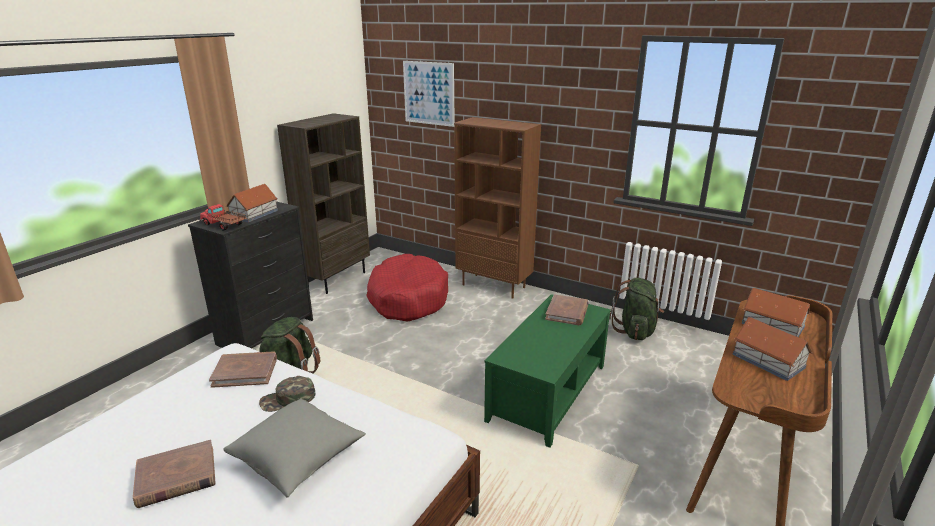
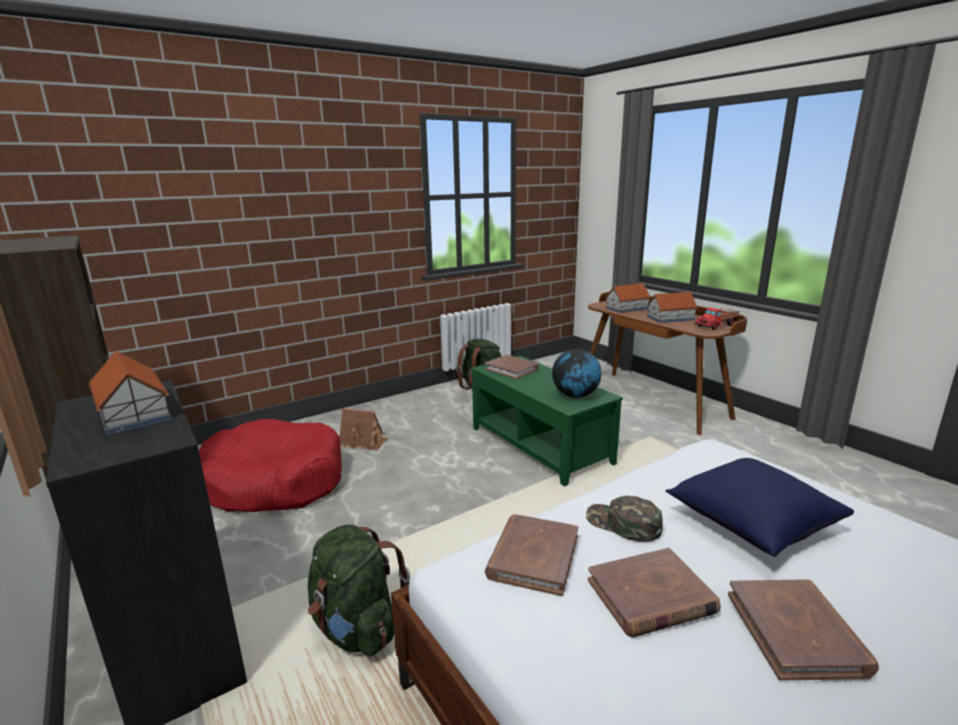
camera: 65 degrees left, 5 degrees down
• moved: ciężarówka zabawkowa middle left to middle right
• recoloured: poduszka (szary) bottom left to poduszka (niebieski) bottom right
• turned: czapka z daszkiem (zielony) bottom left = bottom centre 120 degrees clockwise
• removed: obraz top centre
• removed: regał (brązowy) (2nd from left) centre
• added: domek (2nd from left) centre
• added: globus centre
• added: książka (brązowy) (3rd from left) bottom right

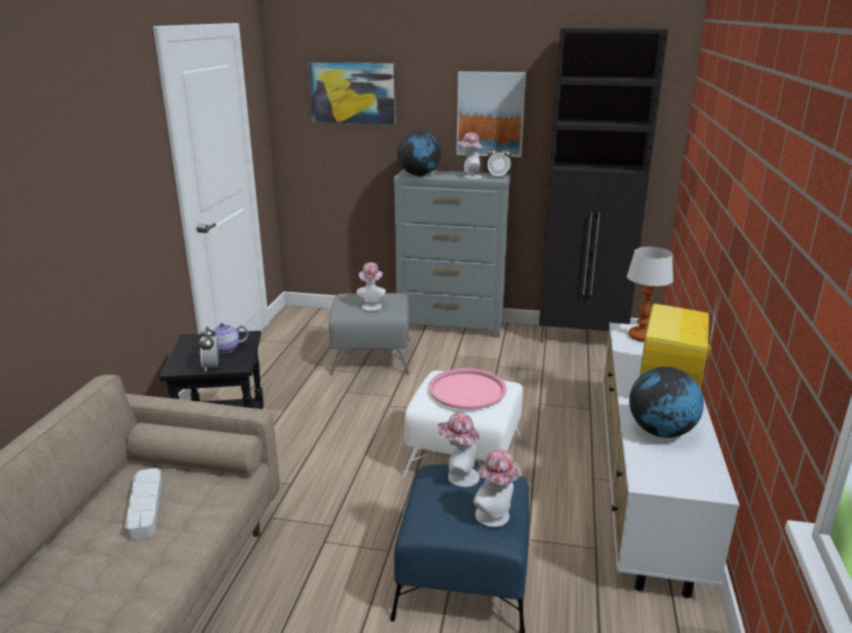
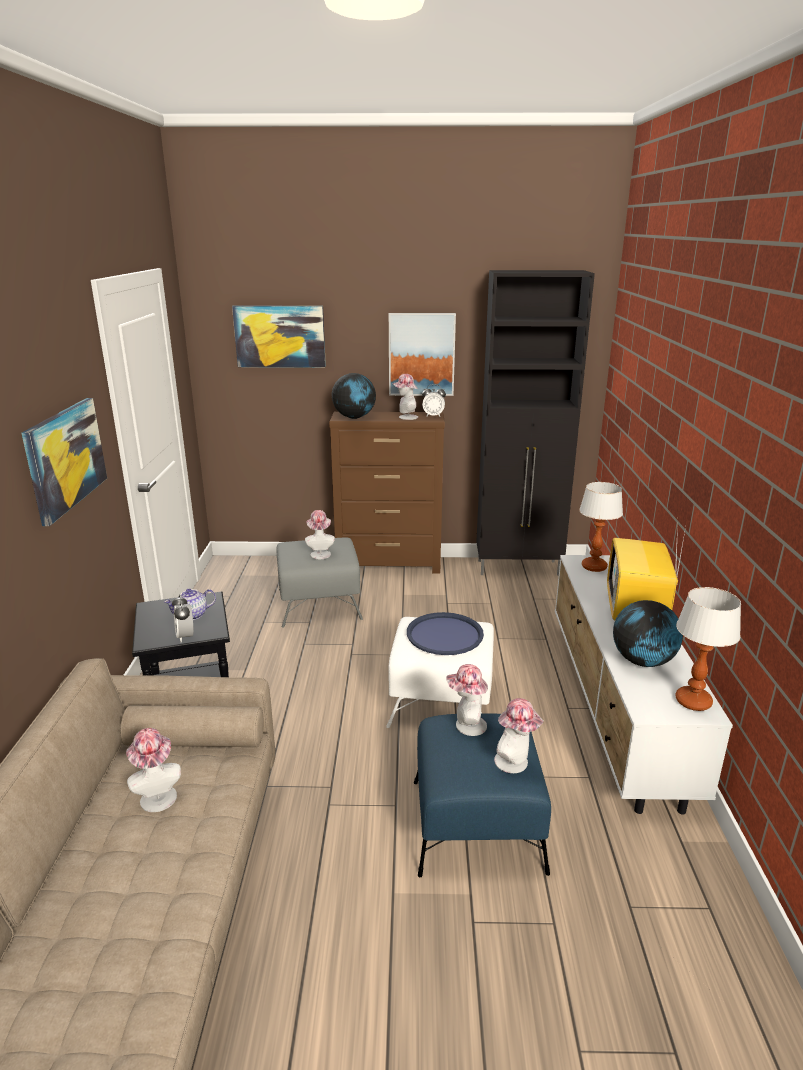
camera: 10 degrees left, 0 degrees up
• replaced: taca (szary) bottom left to kapelusz (1st from left) bottom left
• recoloured: komoda (szary) centre to komoda (brązowy) centre
• recoloured: taca (różowy) centre to taca (niebieski) centre
• added: obraz (1st from left) middle left
• added: lampa stołowa (2nd from left) middle right

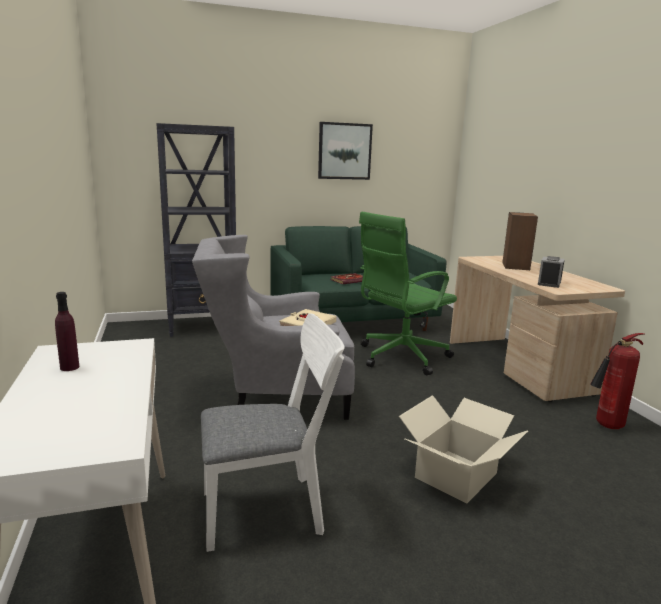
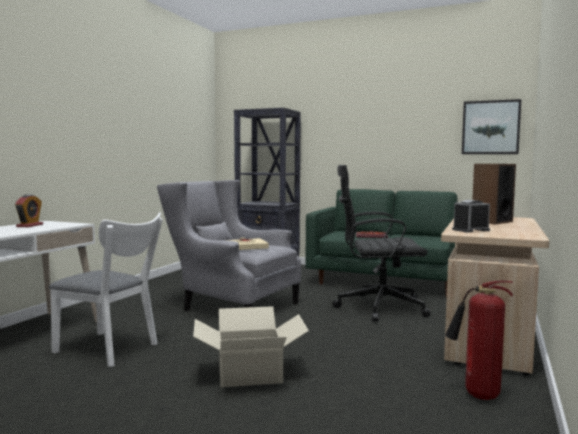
camera: 40 degrees right, 10 degrees down
• replaced: butelka (fioletowy) middle left to budzik (1st from left) middle left
• moved: obraz top centre to top right
• recoloured: krzesło biurowe (zielony) centre to krzesło biurowe (czarny) centre

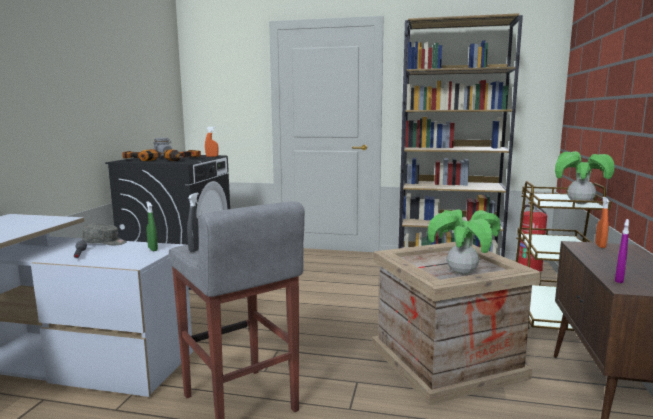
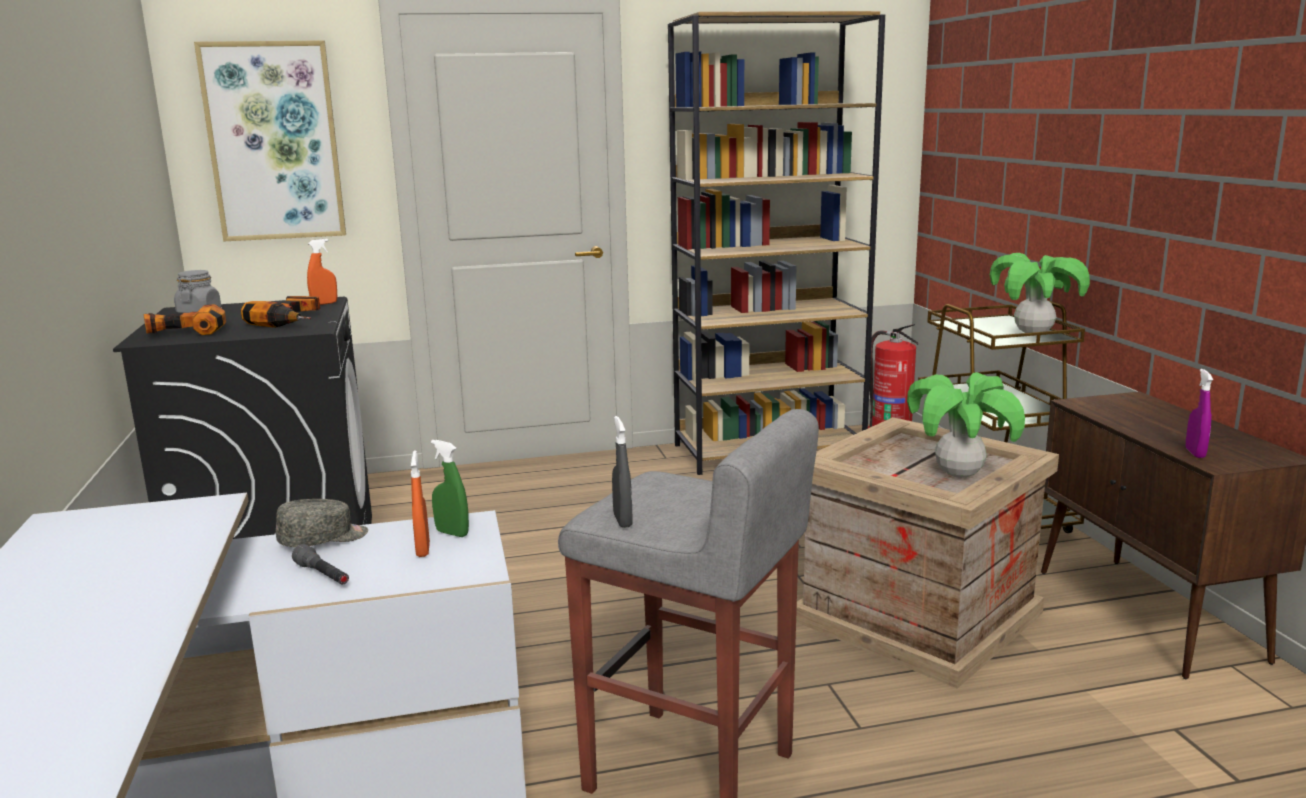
camera: 25 degrees left, 5 degrees up
• moved: spryskiwacz (pomarańczowy) (2nd from left) middle right to middle left
• added: obraz top left

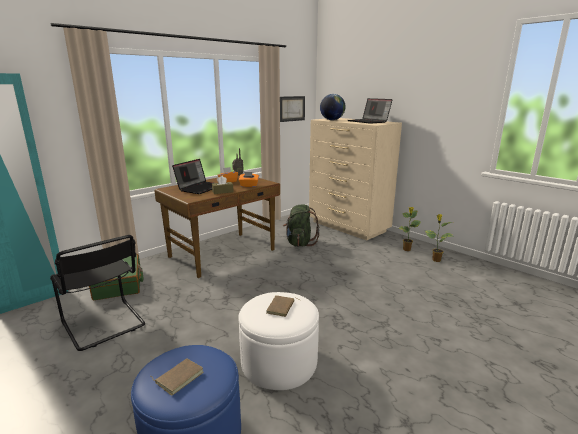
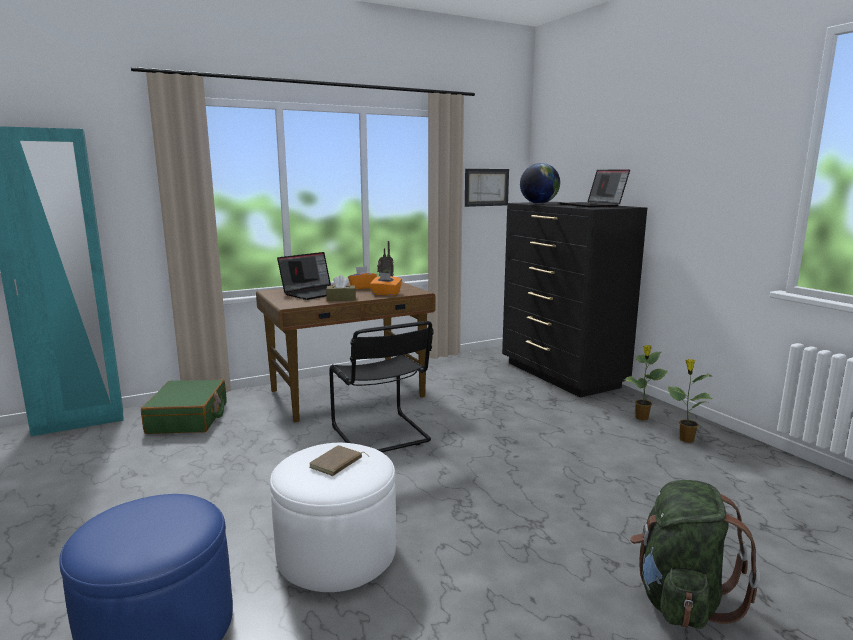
camera: 15 degrees right, 5 degrees down
• moved: krzesło (czarny) bottom left to centre
• removed: książka (brązowy) (1st from left) bottom left
• moved: plecak (zielony) centre to bottom right
• recoloured: komoda (beżowy) centre to komoda (czarny) middle right

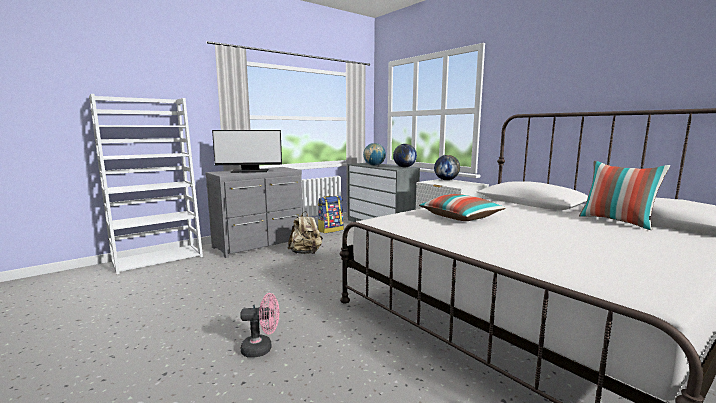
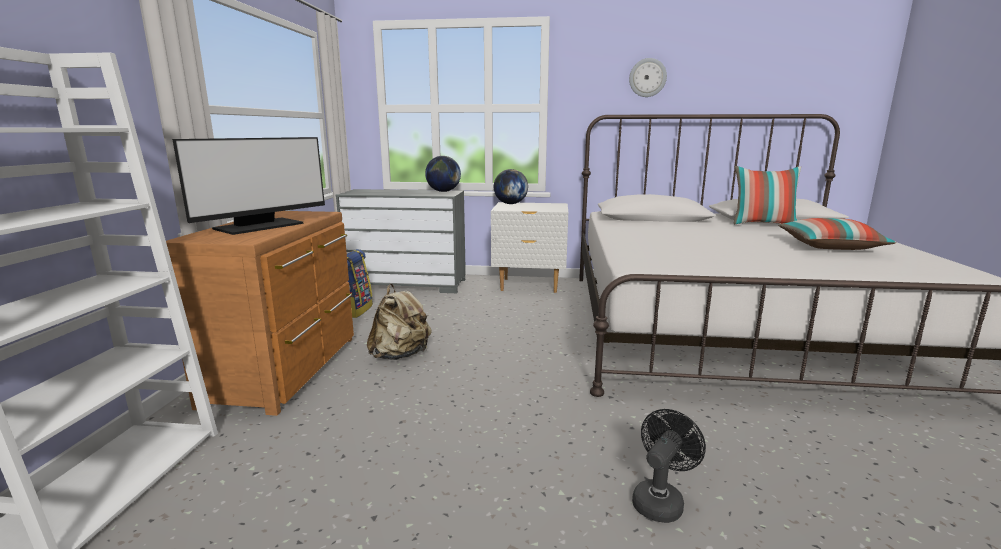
camera: 45 degrees left, 5 degrees up
• recoloured: komoda (szary) (1st from left) centre to komoda (brązowy) middle left
• recoloured: wentylator (różowy) bottom centre to wentylator (czarny) bottom right
• removed: globus (1st from left) centre
• moved: poduszka (1st from left in the first image) centre to poduszka (2nd from left) middle right
• added: zegar ścienny top centre

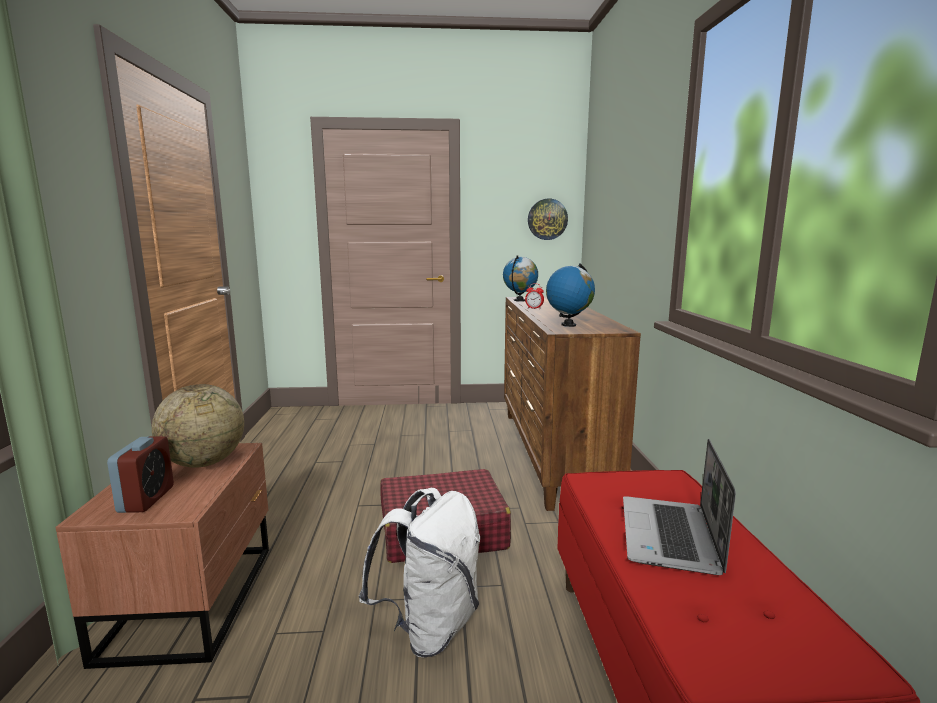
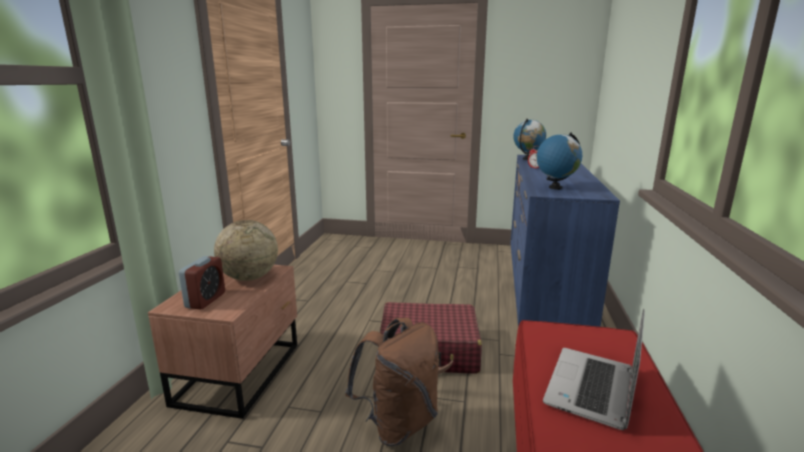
camera: 15 degrees right, 5 degrees up
• recoloured: plecak (biały) bottom centre to plecak (brązowy) bottom centre
• recoloured: komoda (brązowy) centre to komoda (niebieski) middle right
• removed: zegar ścienny top centre

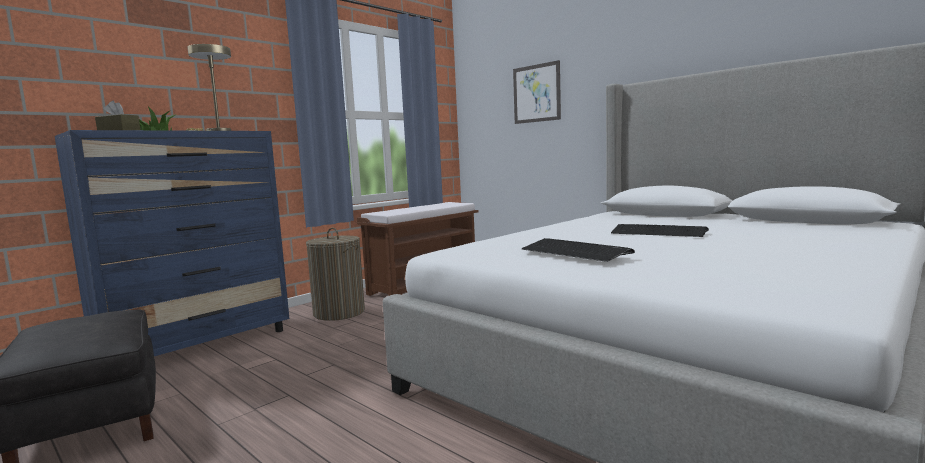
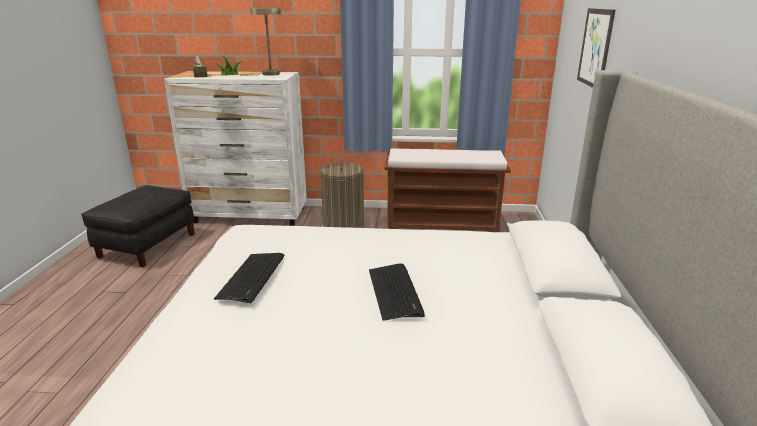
camera: 50 degrees right, 15 degrees up
• recoloured: komoda (niebieski) middle left to komoda (biały) middle left

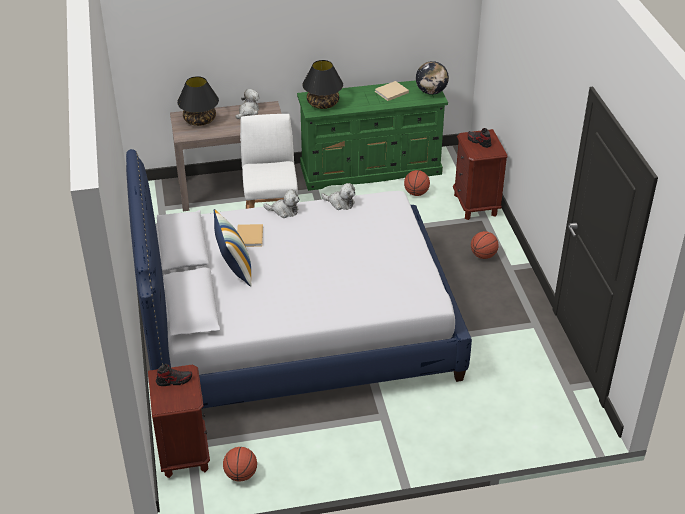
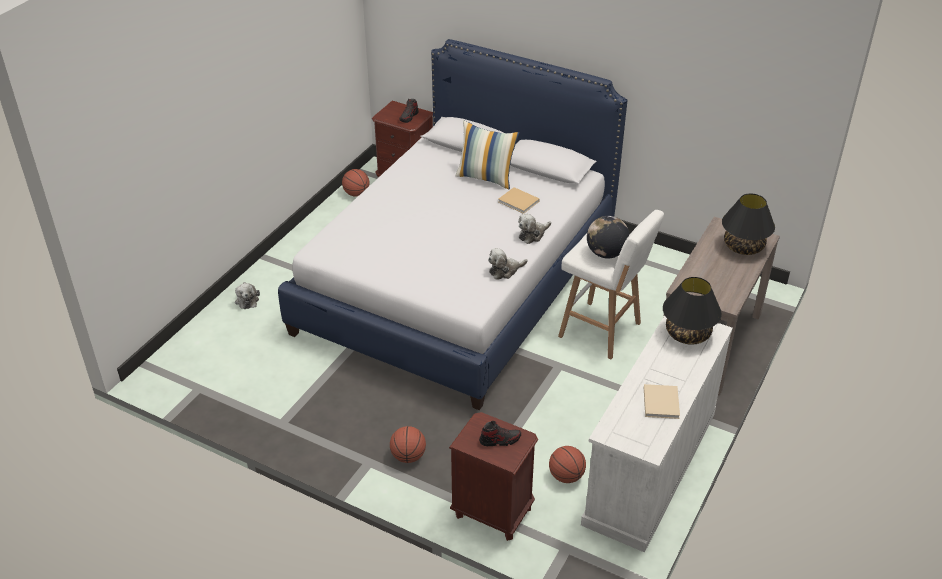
camera: 130 degrees right, 0 degrees up
• moved: pluszak (1st from left) top centre to middle left
• recoloured: komoda (zielony) top centre to komoda (biały) bottom right
• moved: globus top centre to centre

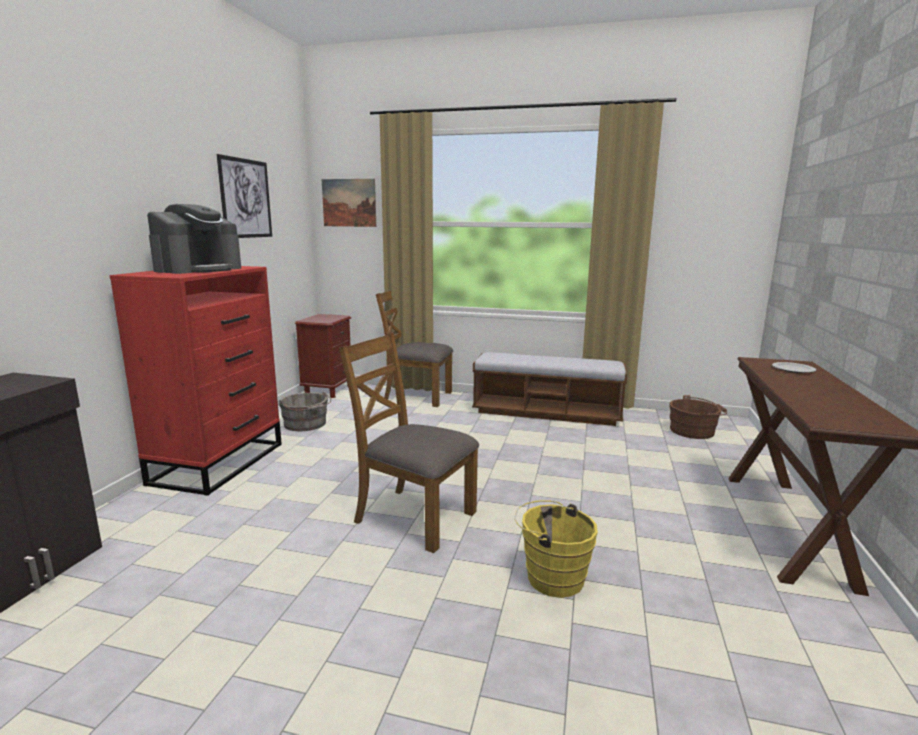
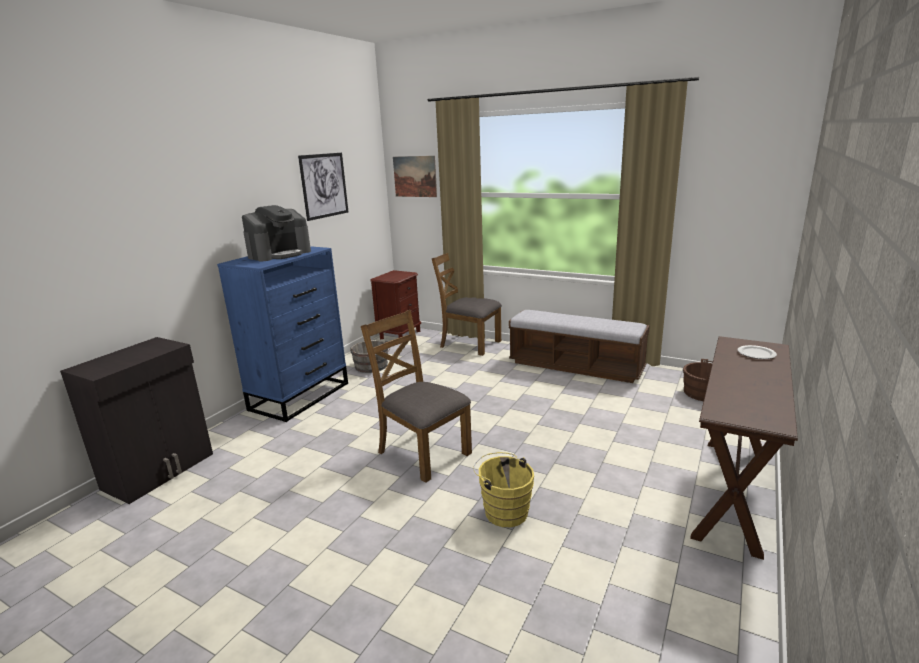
camera: 15 degrees right, 5 degrees up
• recoloured: komoda (czerwony) middle left to komoda (niebieski) middle left

